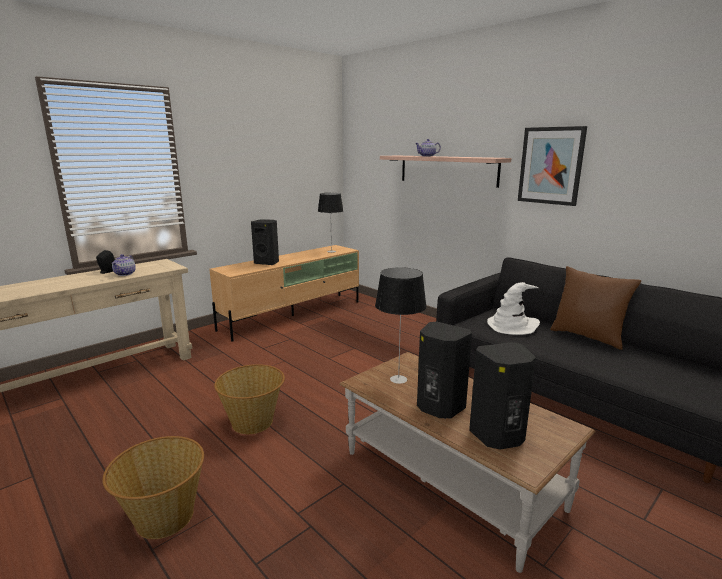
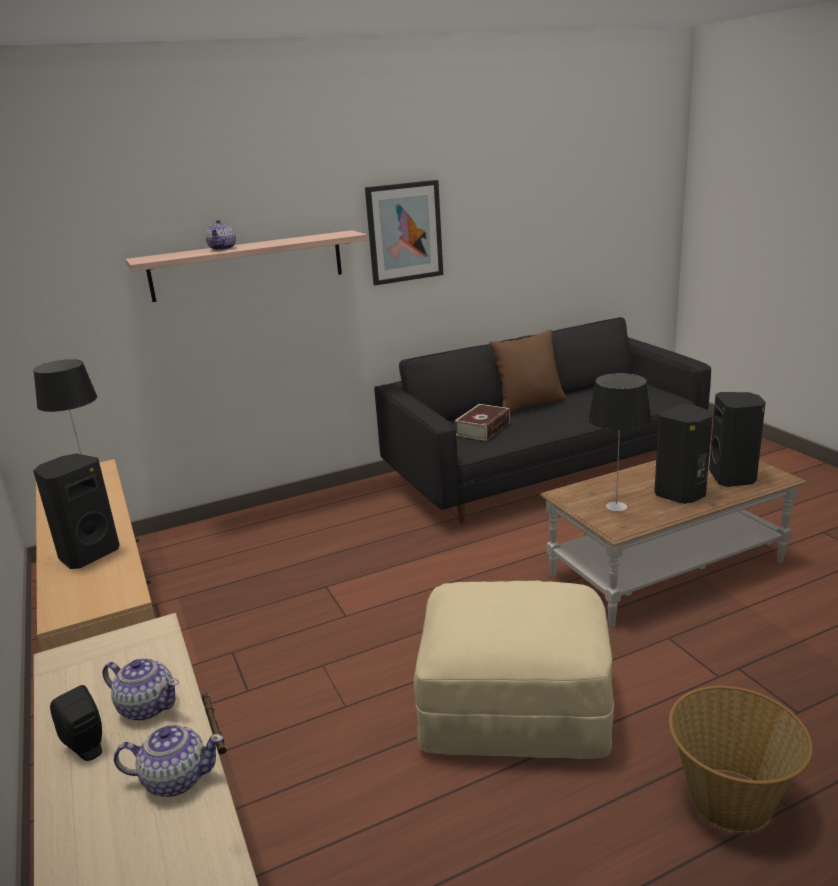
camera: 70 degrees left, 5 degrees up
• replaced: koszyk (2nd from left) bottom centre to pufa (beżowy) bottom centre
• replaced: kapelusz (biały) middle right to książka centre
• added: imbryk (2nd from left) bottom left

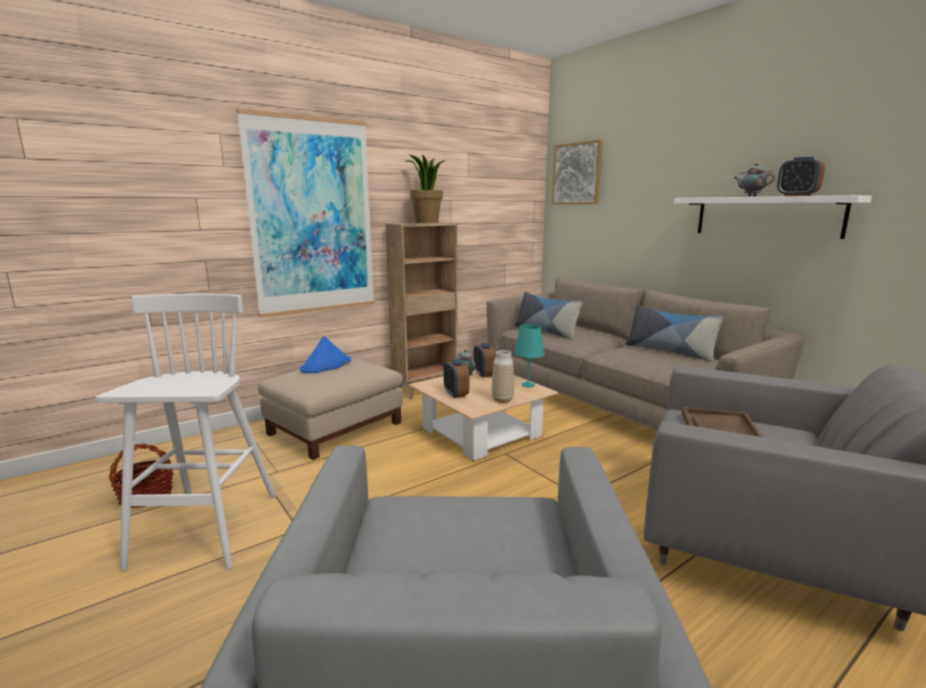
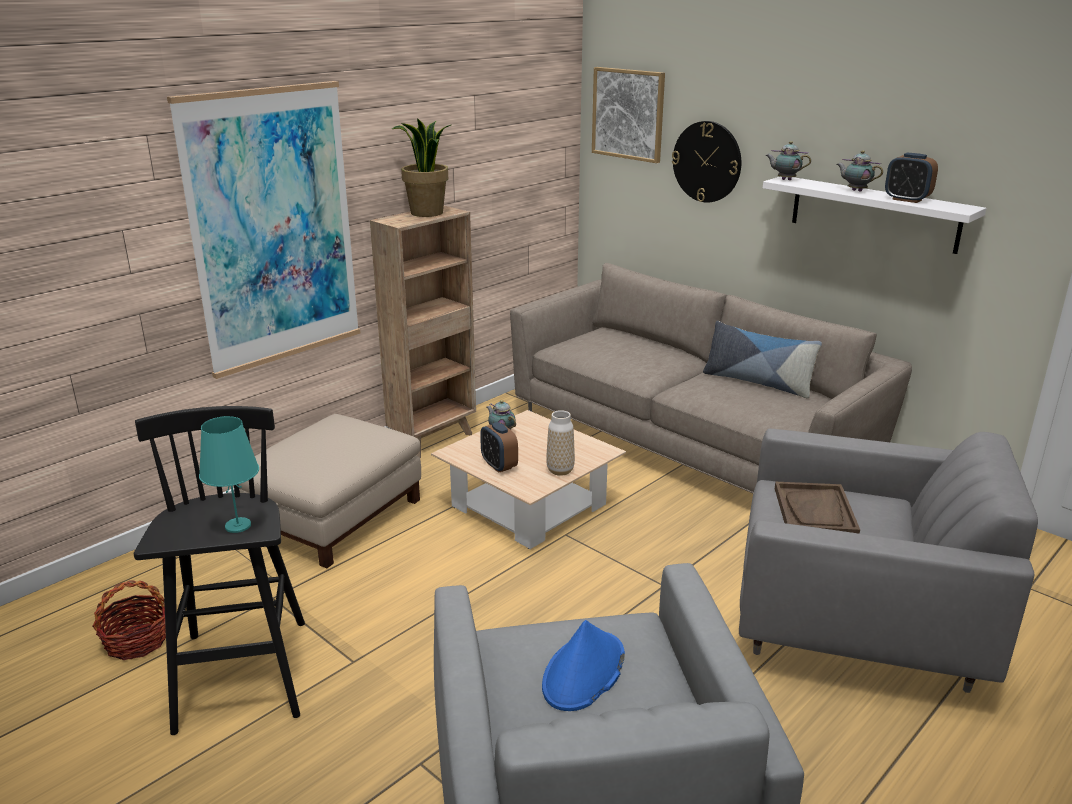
camera: 10 degrees left, 10 degrees up
• recoloured: stołek (biały) middle left to stołek (czarny) bottom left
• moved: kapelusz (niebieski) centre to bottom centre
• removed: budzik (2nd from left) centre
• moved: lampa stołowa (turkusowy) centre to middle left
• removed: poduszka (1st from left) centre
• added: zegar ścienny top centre
• added: imbryk (2nd from left) top right

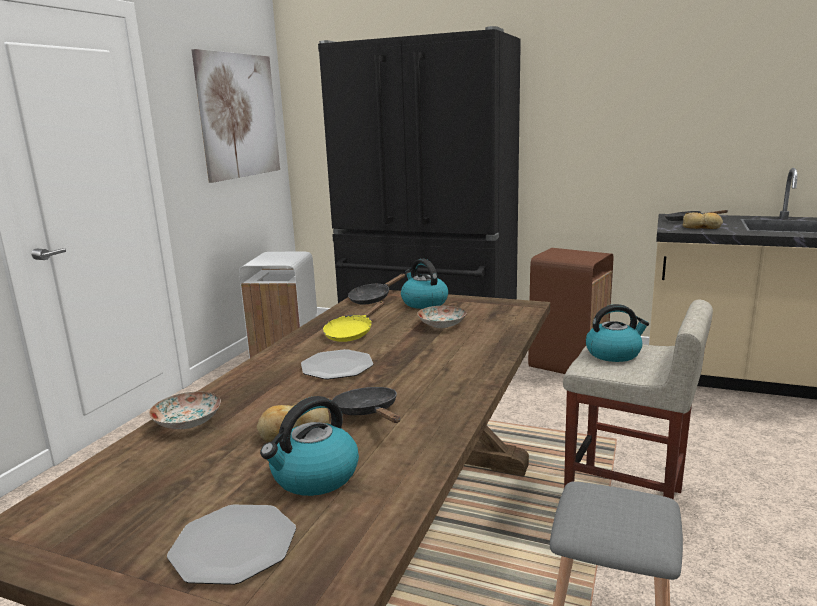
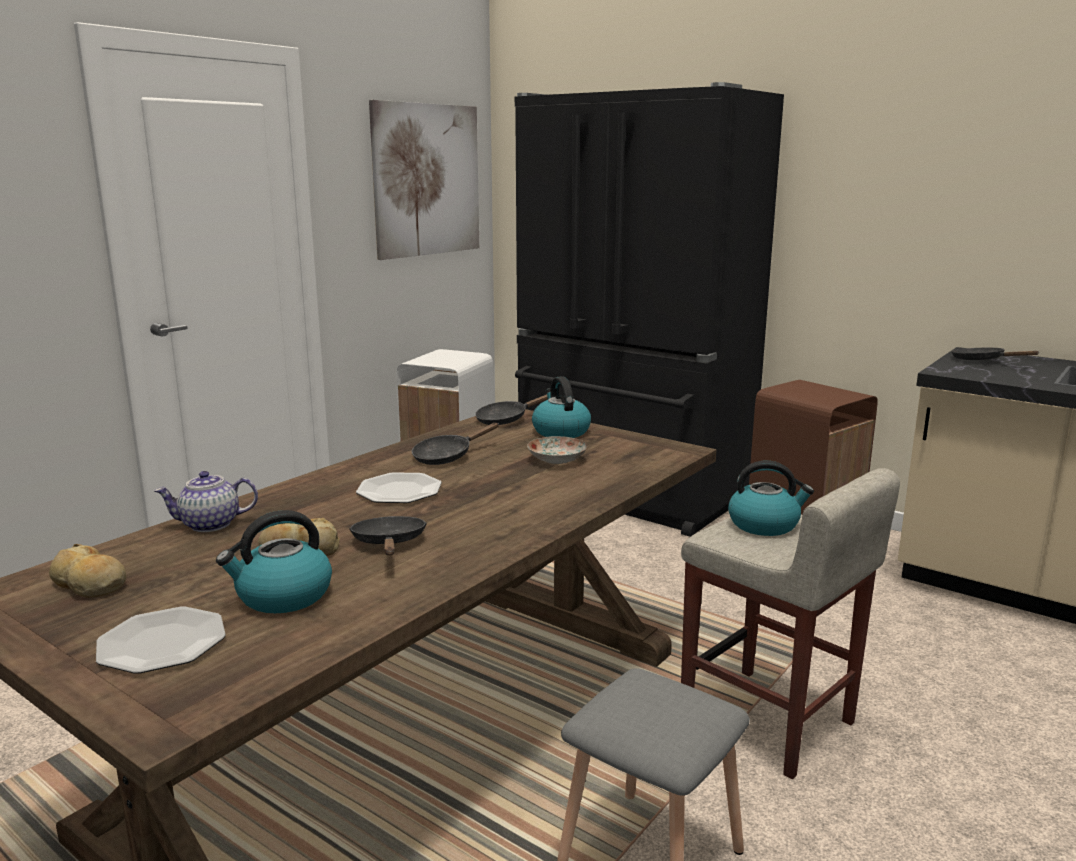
camera: 15 degrees right, 0 degrees up
• replaced: talerz (1st from left) bottom left to imbryk middle left
• recoloured: patelnia (żółty) centre to patelnia (czarny) (2nd from left) centre
• moved: chleb (2nd from left in the first image) middle right to chleb (1st from left) middle left

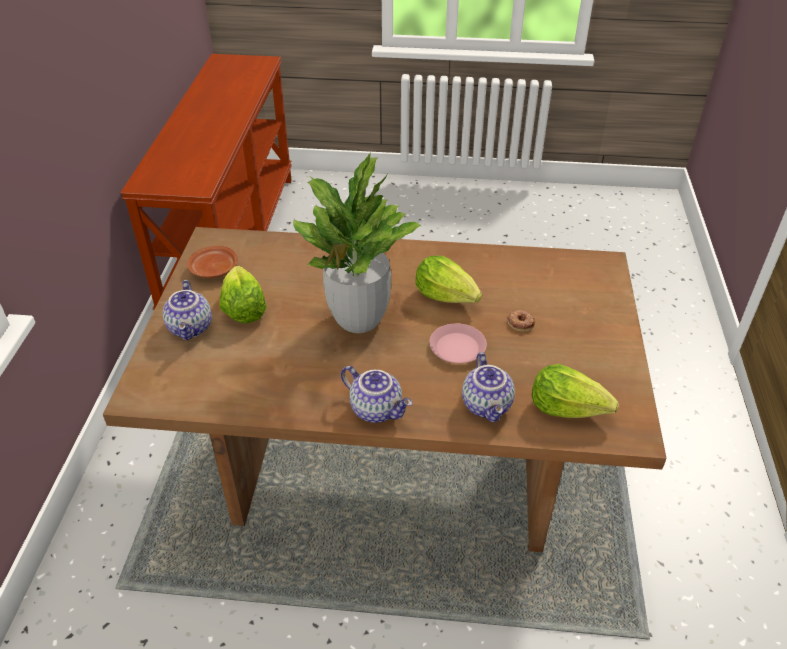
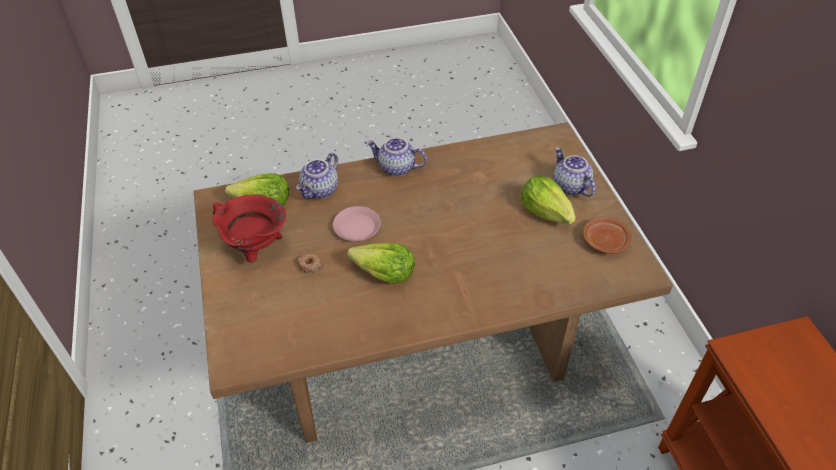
camera: 160 degrees right, 5 degrees up
• removed: roślina doniczkowa centre
• turned: imbryk (3rd from left in the first image) centre = centre 120 degrees counterclockwise
• added: garnek (czerwony) middle left

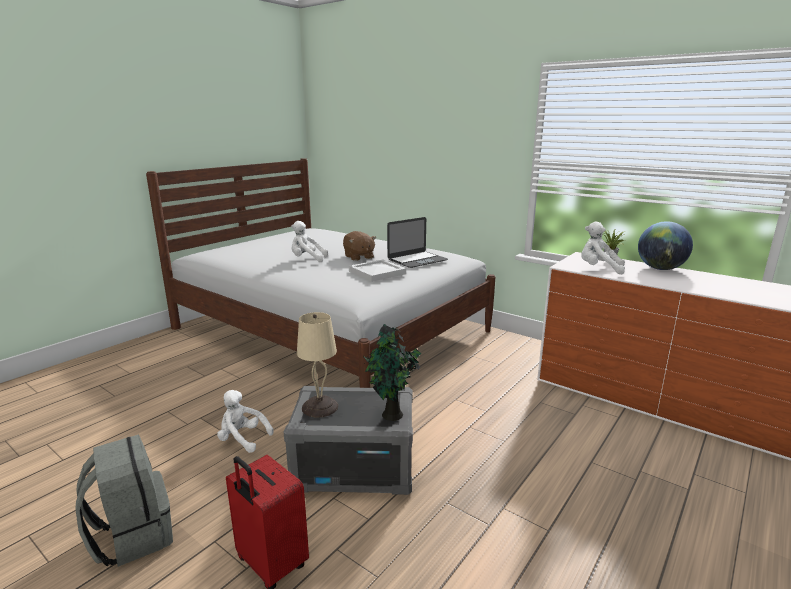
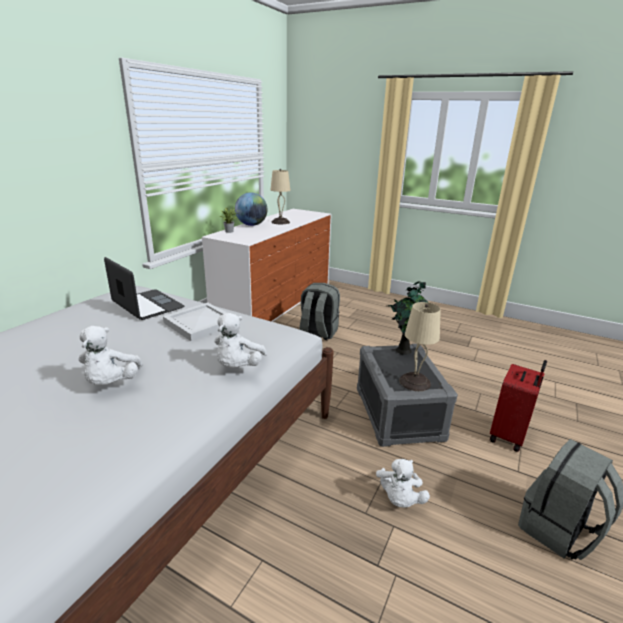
camera: 100 degrees left, 5 degrees up
• removed: pluszak (brązowy) centre
• moved: pluszak (biały) (3rd from left in the first image) middle right to pluszak (biały) (2nd from left) centre
• added: lampa stołowa (beżowy) (1st from left) top centre
• added: plecak (szary) (1st from left) centre

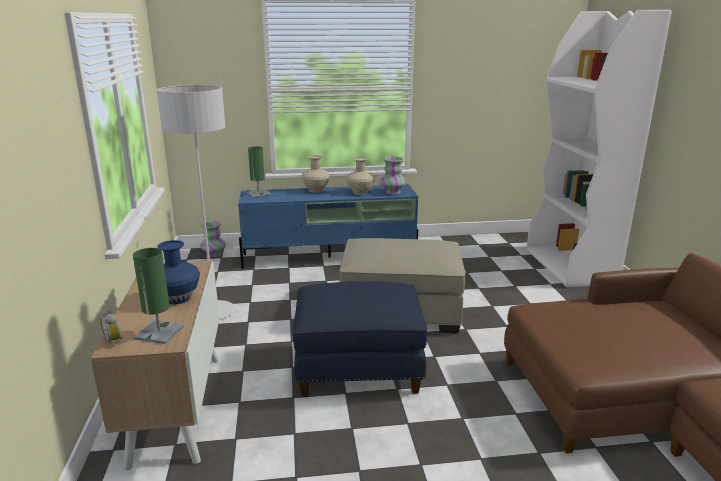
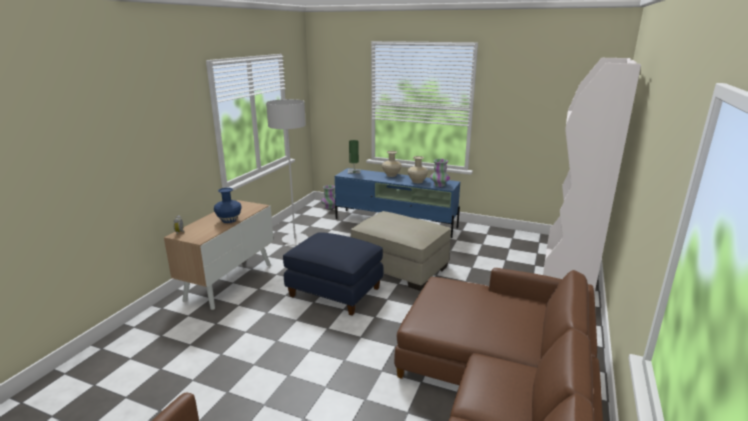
camera: 30 degrees right, 0 degrees up
• removed: lampa stołowa (zielony) (1st from left) middle left

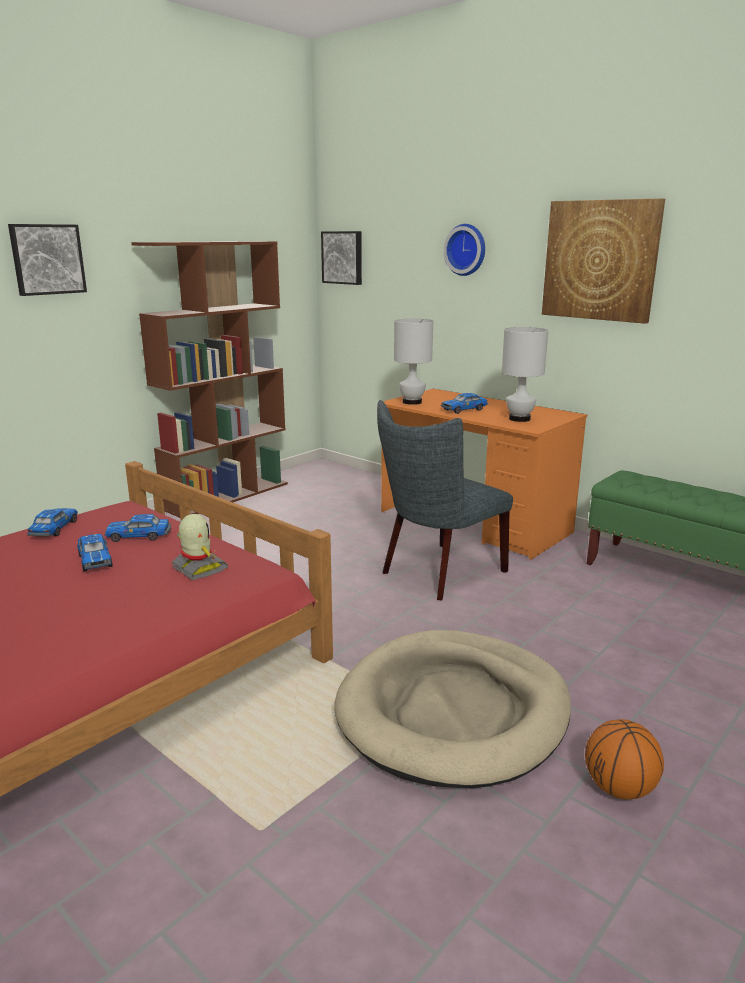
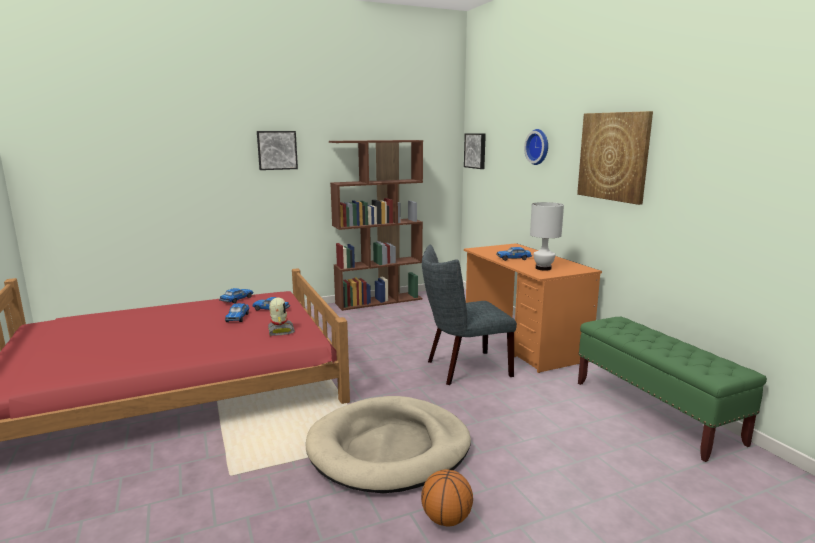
camera: 25 degrees right, 5 degrees down
• removed: lampa stołowa (biały) (1st from left) centre

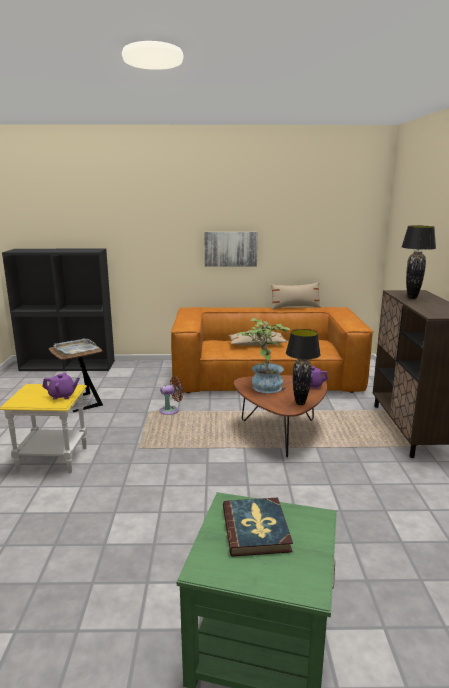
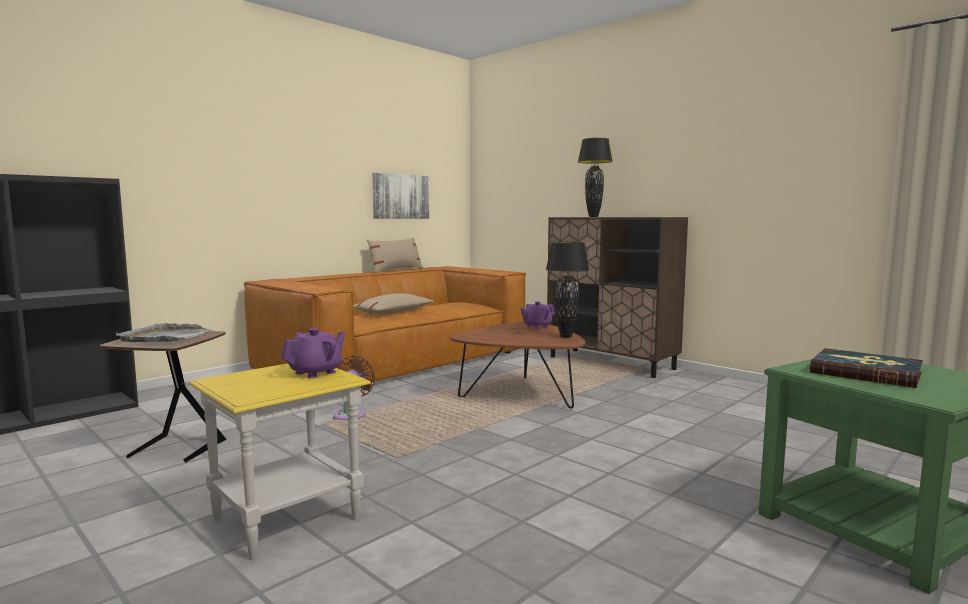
camera: 45 degrees left, 10 degrees down
• moved: obraz centre to top centre
• removed: roślina doniczkowa centre

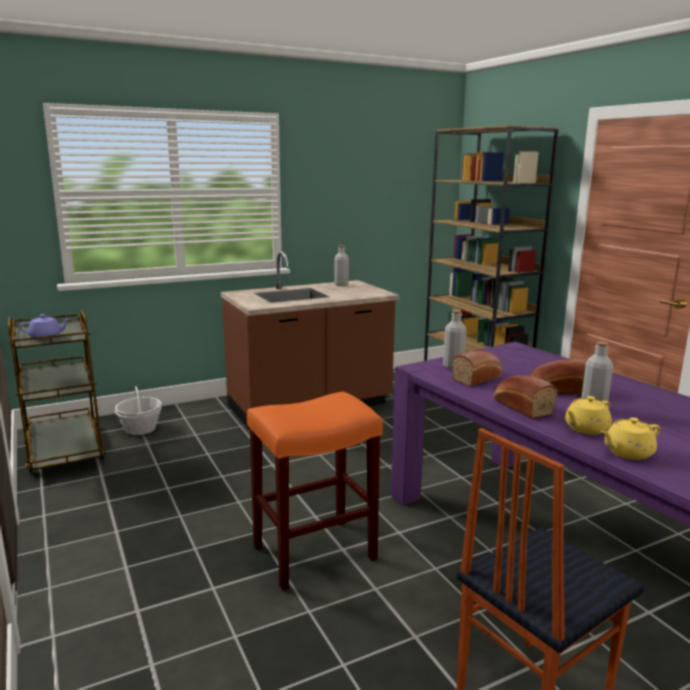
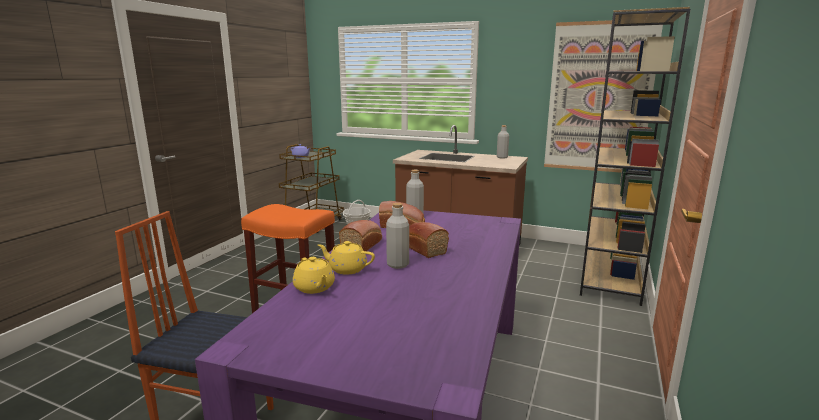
camera: 50 degrees right, 0 degrees up
• turned: imbryk (żółty) (2nd from left in the first image) middle right = centre 150 degrees counterclockwise
• added: obraz top right

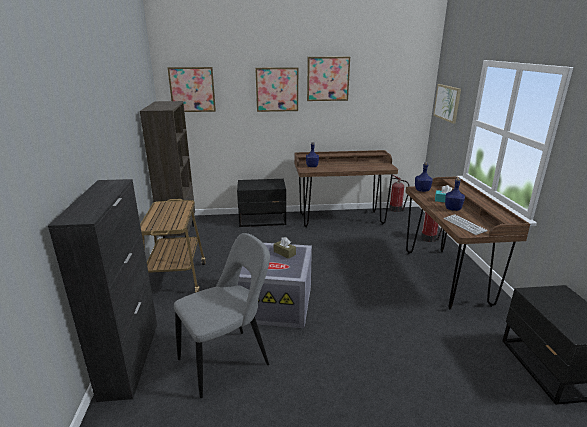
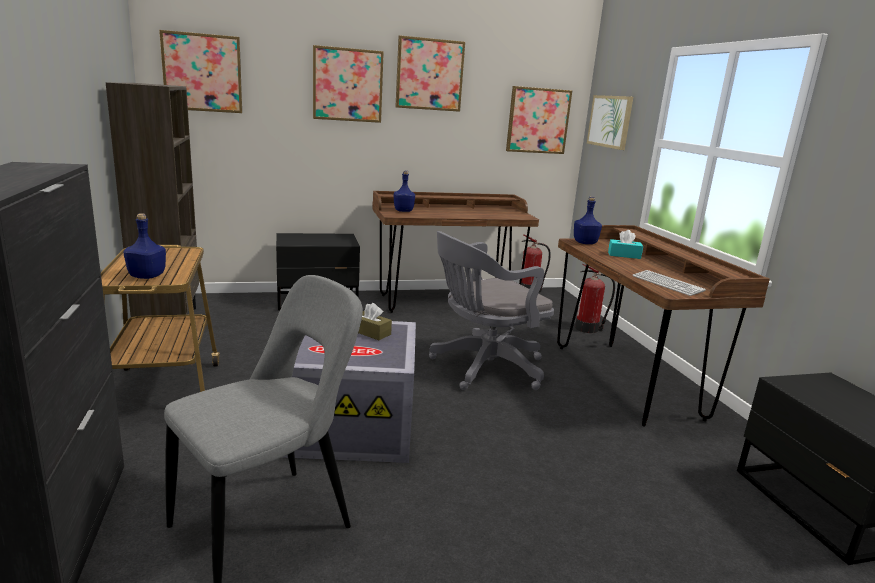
camera: 10 degrees left, 5 degrees down
• moved: butelka (niebieski) (3rd from left in the first image) middle right to butelka (niebieski) (1st from left) middle left
• added: krzesło biurowe (szary) centre
• added: obraz (4th from left) top centre

